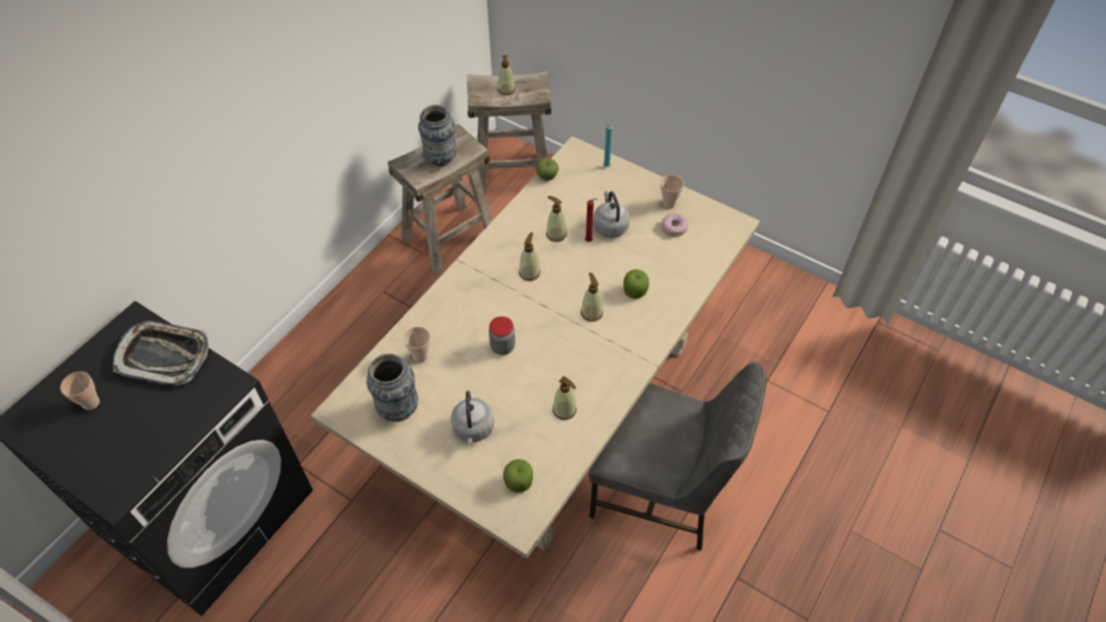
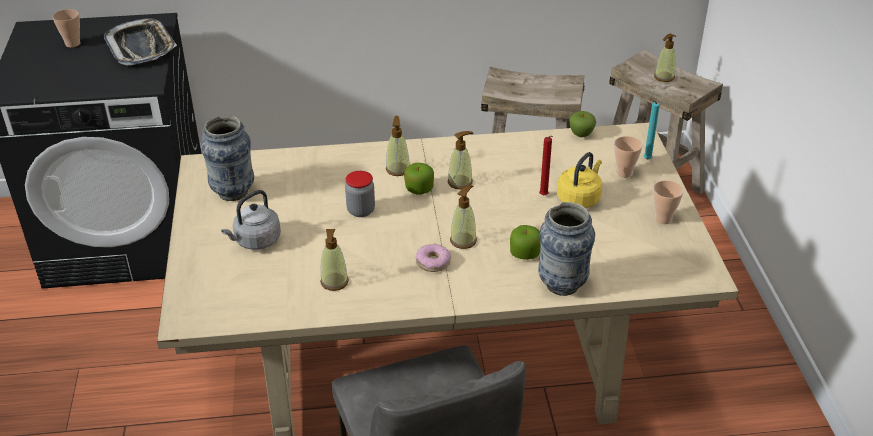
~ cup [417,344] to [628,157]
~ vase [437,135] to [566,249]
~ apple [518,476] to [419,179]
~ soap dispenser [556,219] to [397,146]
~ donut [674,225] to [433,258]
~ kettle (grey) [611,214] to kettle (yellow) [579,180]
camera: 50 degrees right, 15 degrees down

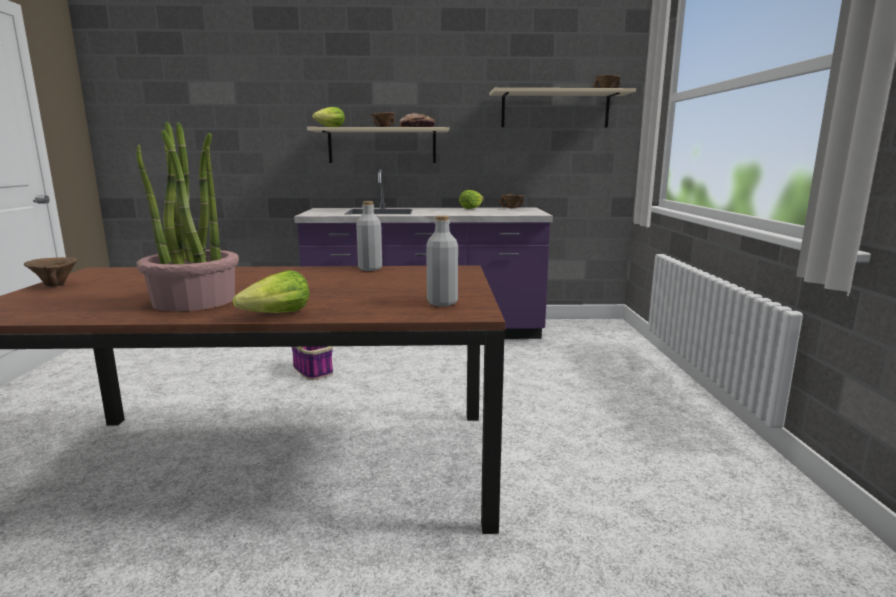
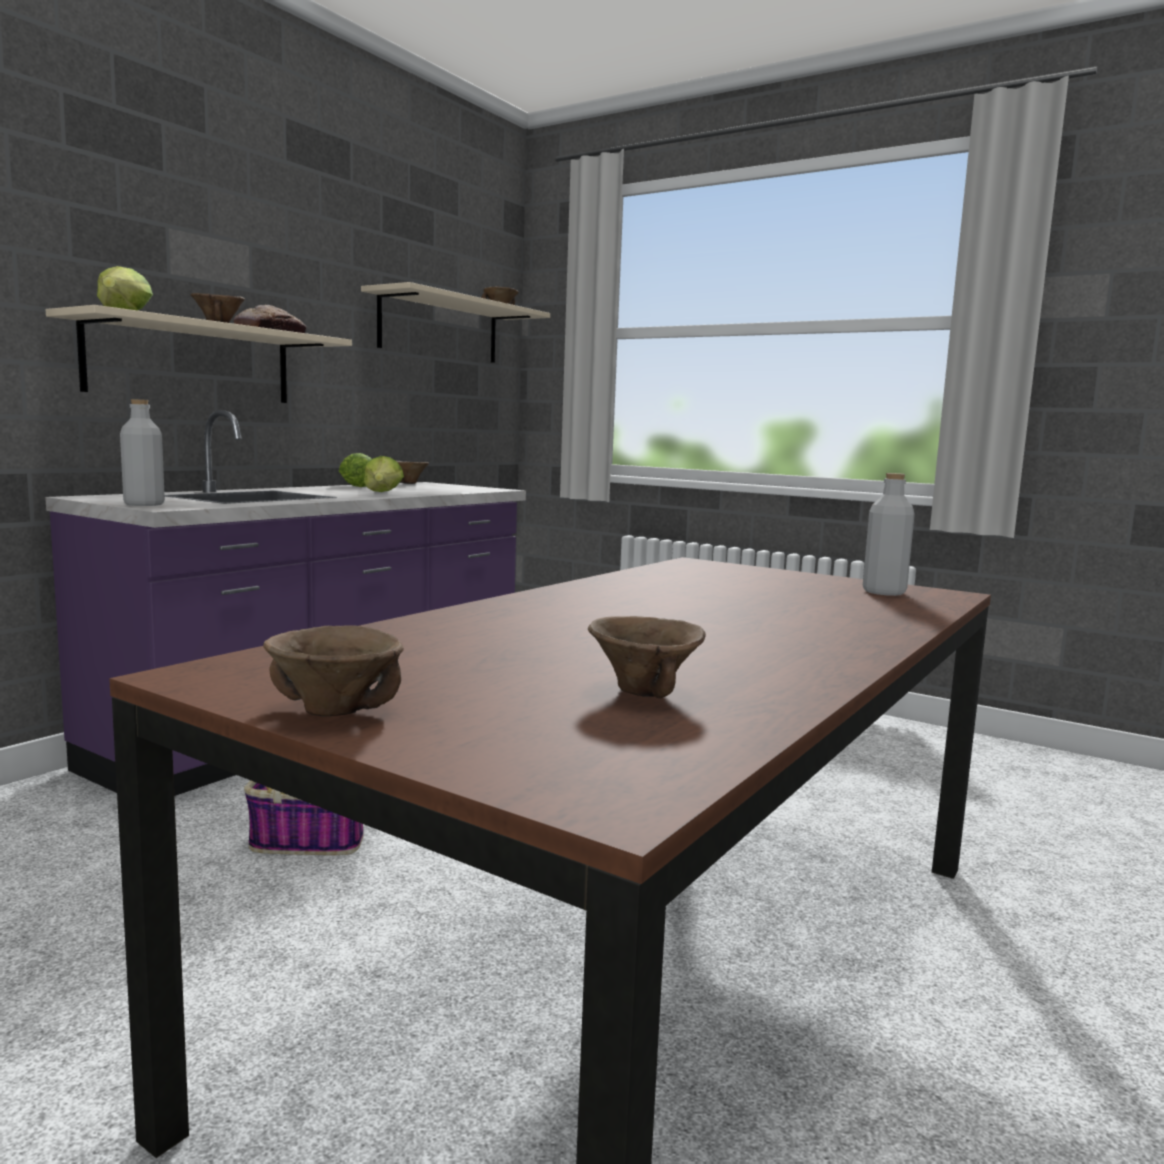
- potted plant [187,216]
+ bowl (brown) [647,657]
~ lettuce [270,291] to [384,474]
~ bottle (grey) [369,236] to [142,452]
camera: 55 degrees left, 5 degrees down

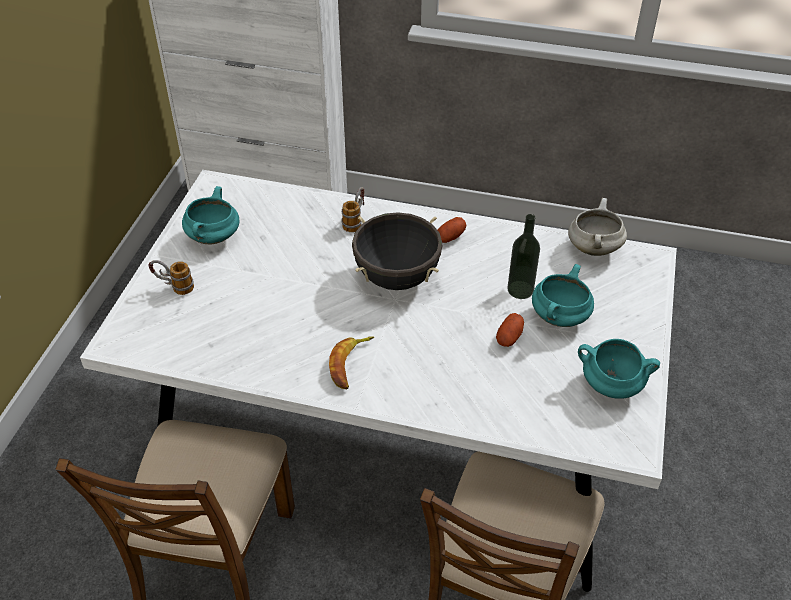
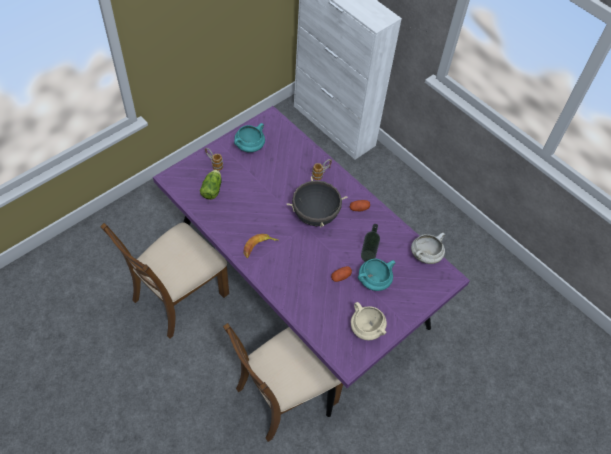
+ lettuce [211,185]
~ dining table (white) [378,381] to dining table (purple) [311,261]
~ cooking pot (turquoise) [619,369] to cooking pot (beige) [369,321]
camera: 30 degrees right, 10 degrees up

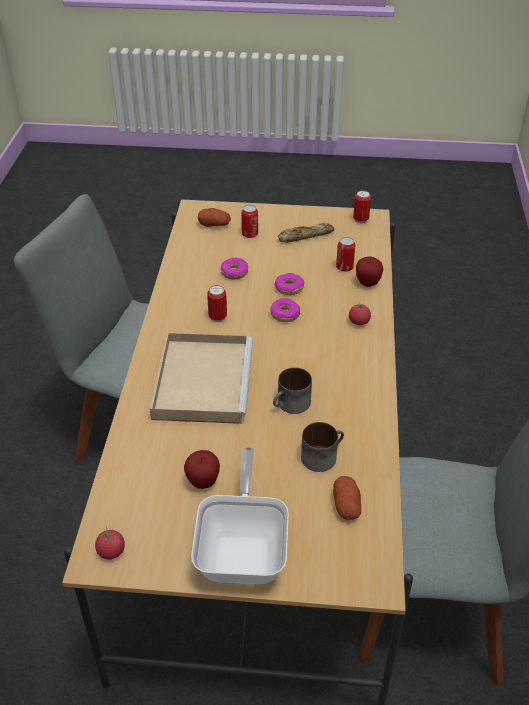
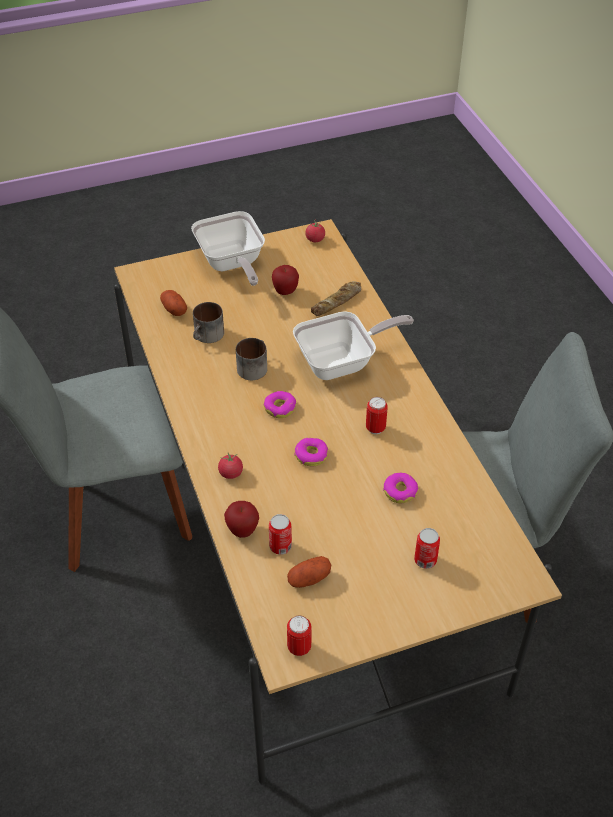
~ potato [214,217] to [309,572]
~ donut [289,284] to [280,404]
~ bread [306,233] to [336,298]
~ tray (beige) [201,378] to frying pan [353,345]
camera: 155 degrees right, 5 degrees up

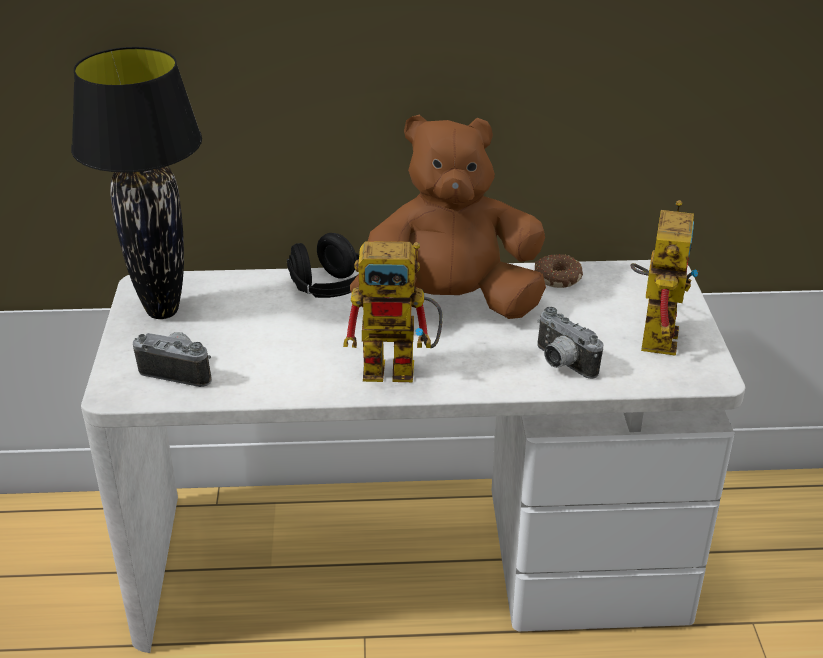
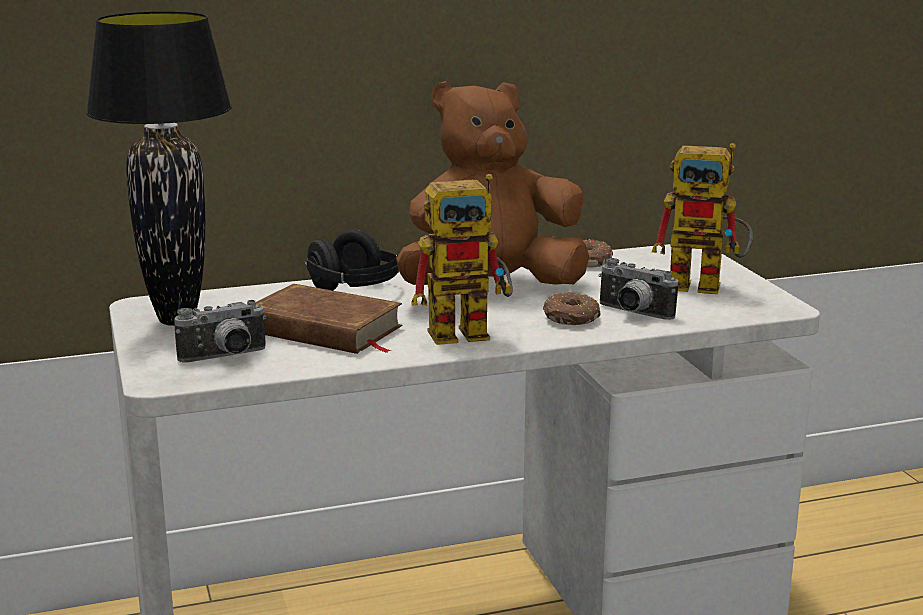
+ book (brown) [328,319]
+ donut [572,308]
~ photo camera [172,359] = [220,331] 150 degrees clockwise
~ toy robot [664,278] = [702,218] 105 degrees clockwise
camera: 15 degrees left, 15 degrees down

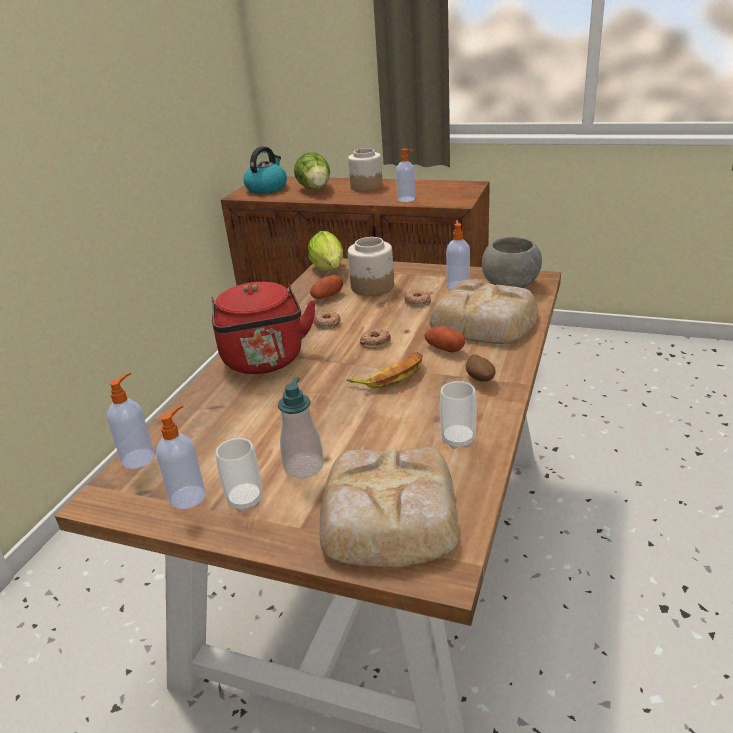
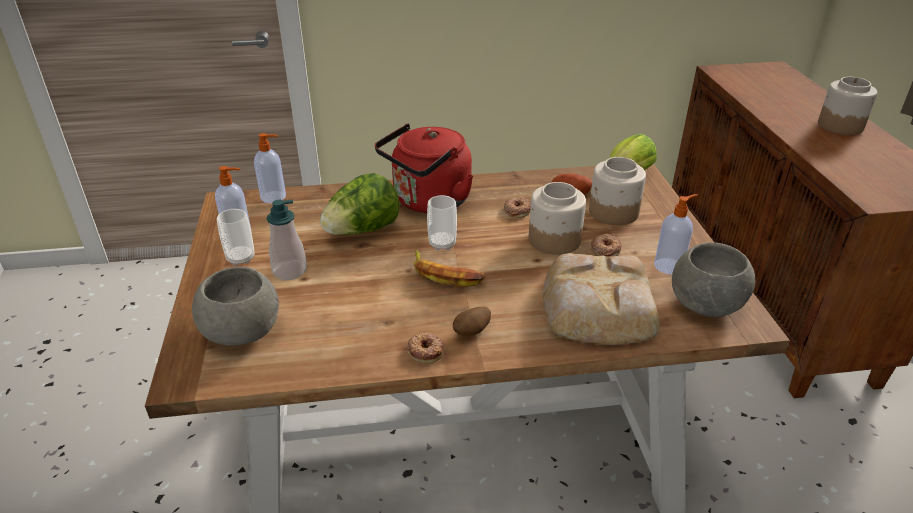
- kettle [265,170]
- soap dispenser [405,175]
- potato [444,339]
+ jar [557,218]
~ lettuce [312,171] to [360,204]
~ donut [375,338] to [425,348]
~ cup [458,415] to [442,222]
~ bread [389,507] to bowl (grey) [235,306]
camera: 60 degrees right, 5 degrees up

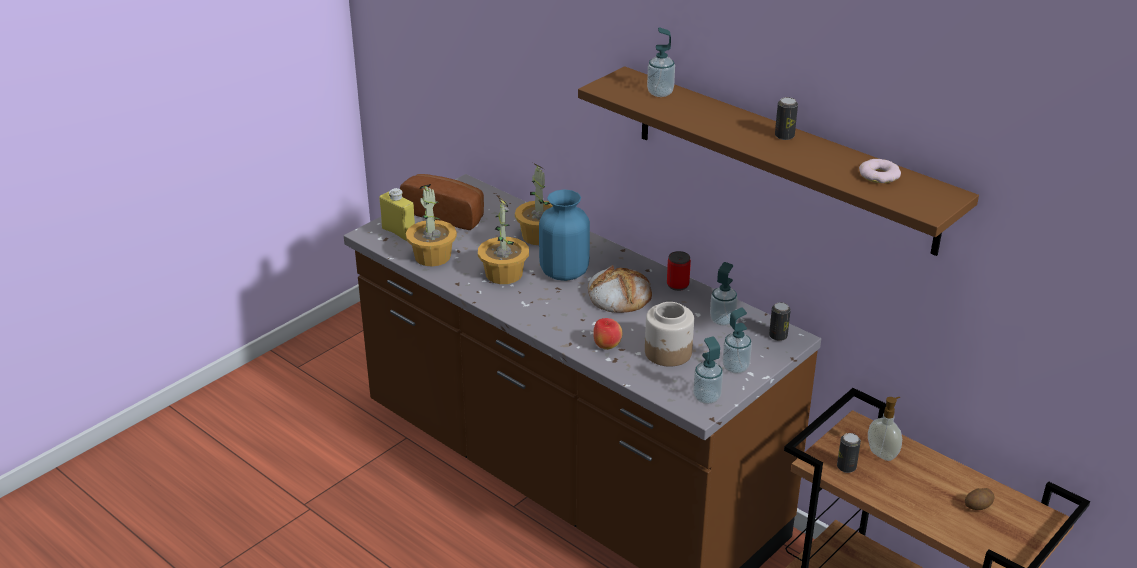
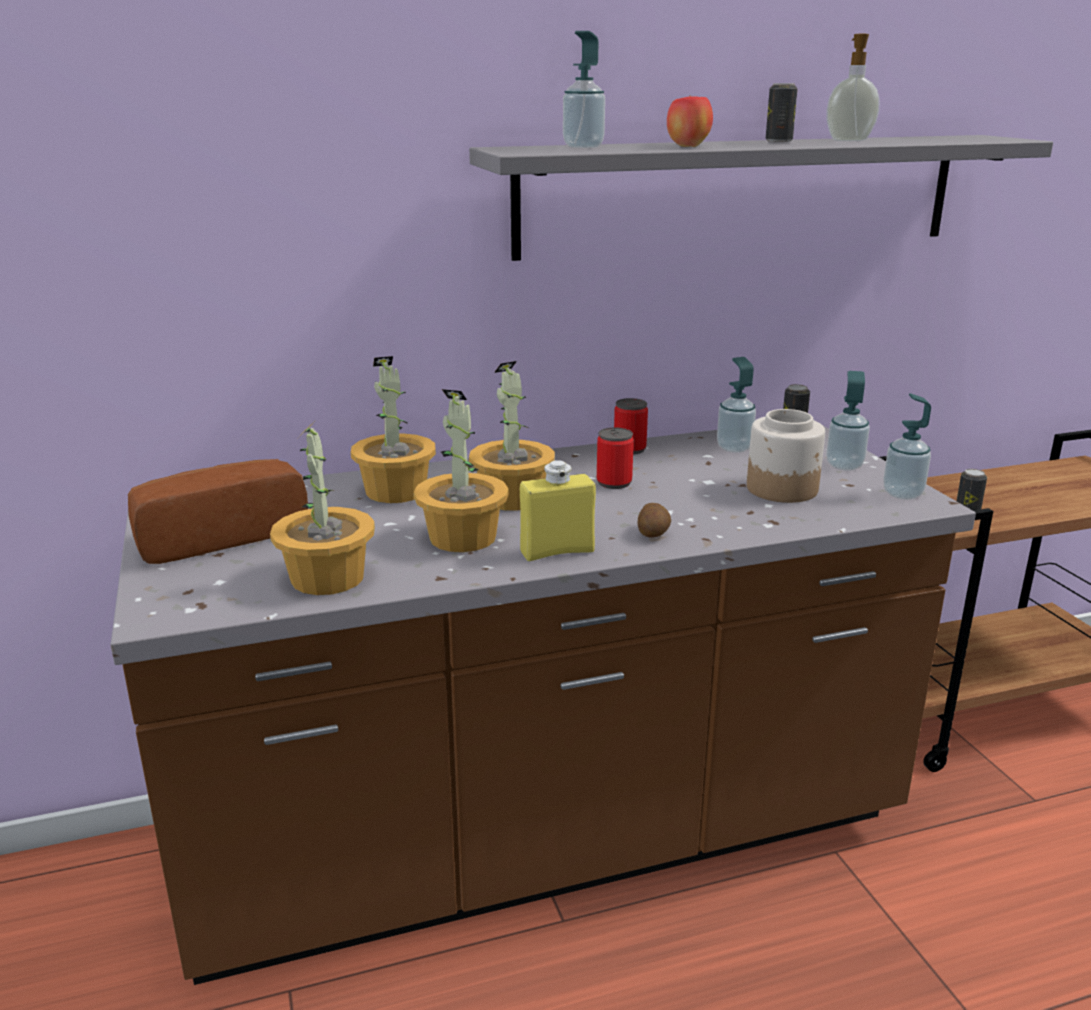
- donut [880,171]
~ bottle (yellow) [397,214] to [558,510]
~ apple [608,334] to [690,121]
~ soap dispenser [885,429] to [853,87]
~ potato [979,499] to [654,520]
~ vase (blue) [564,235] to potted plant [512,436]
~ bread [620,289] to can [615,458]
~ shelf (brown) [778,161] to shelf (grey) [761,198]
camera: 60 degrees left, 10 degrees down

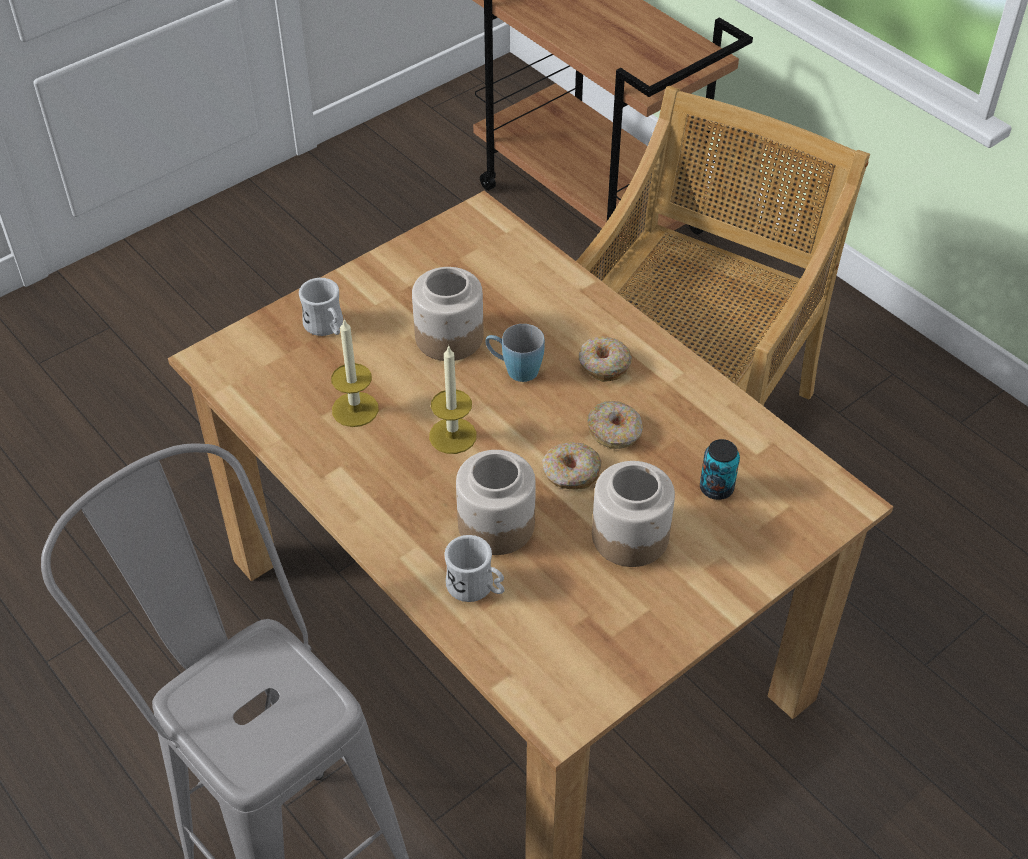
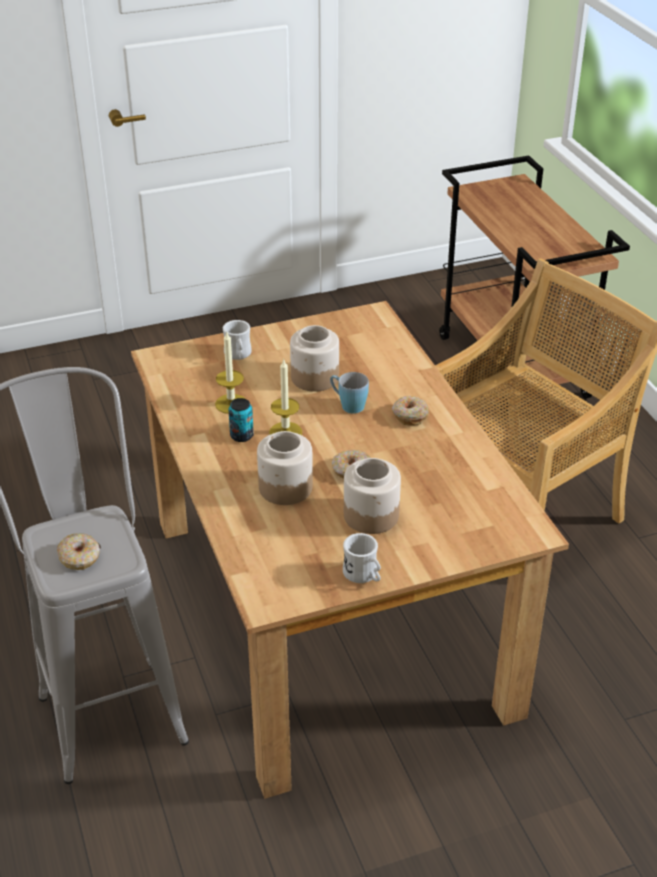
~ mug (white) [474,568] to [362,558]
~ donut [615,425] to [78,551]
~ can [720,469] to [241,420]
camera: 20 degrees right, 10 degrees down

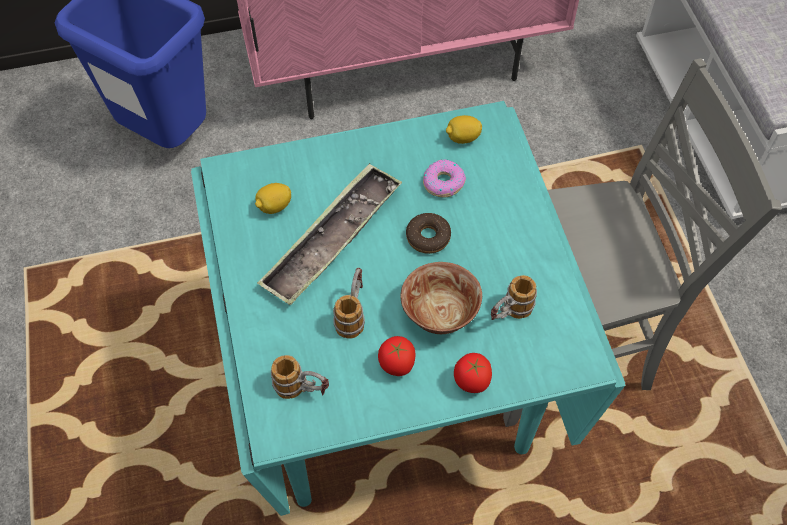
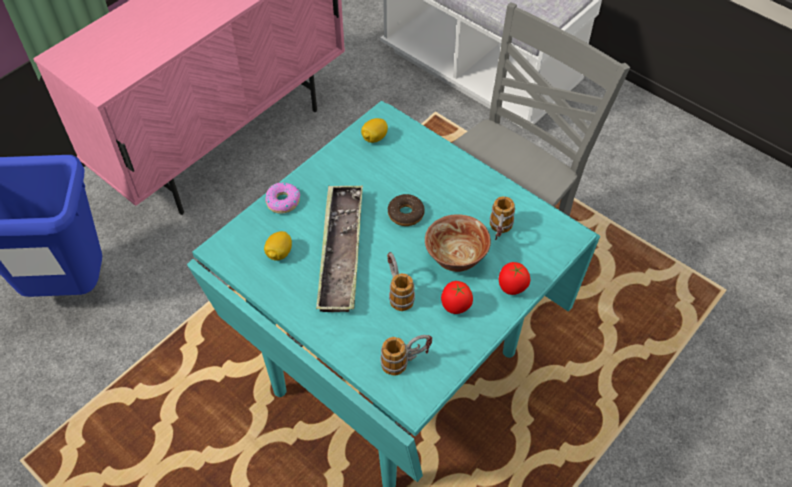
~ donut [444,178] to [282,198]
camera: 35 degrees left, 5 degrees down

